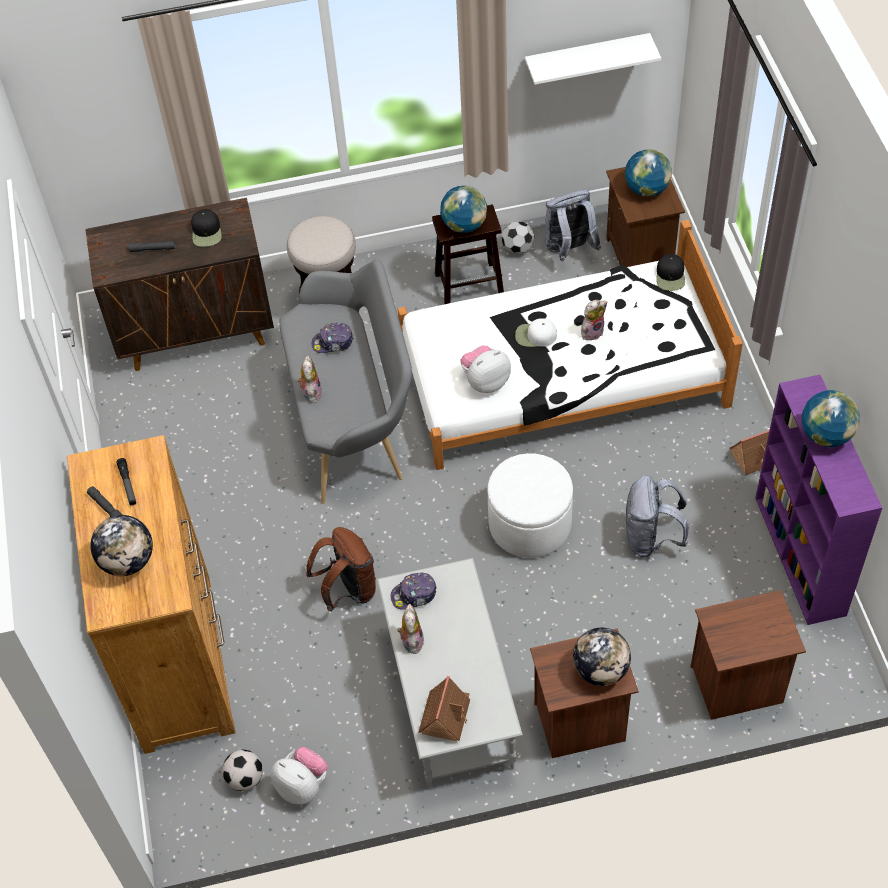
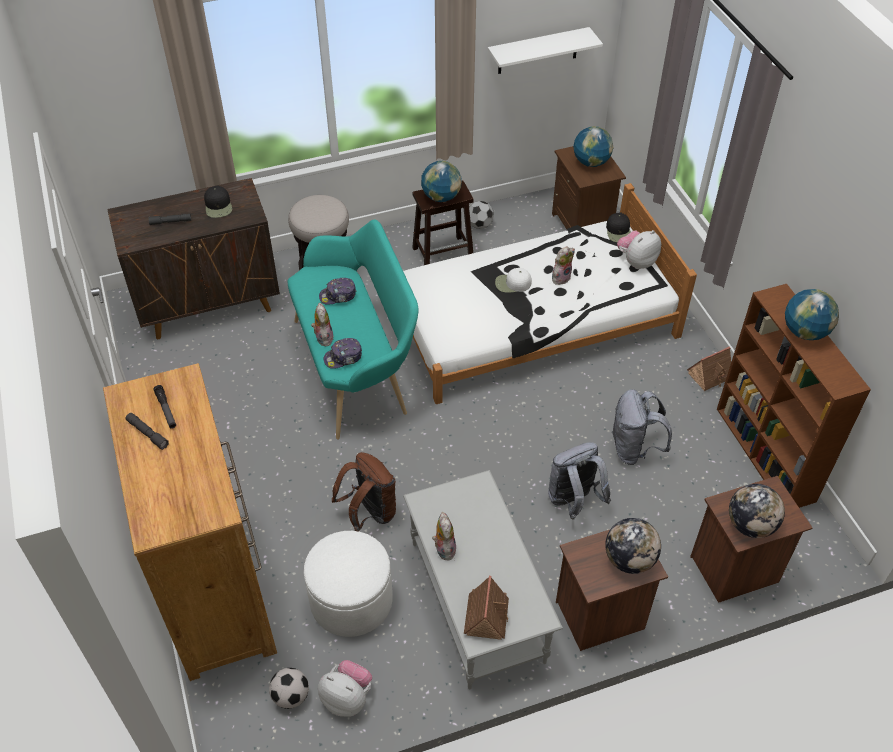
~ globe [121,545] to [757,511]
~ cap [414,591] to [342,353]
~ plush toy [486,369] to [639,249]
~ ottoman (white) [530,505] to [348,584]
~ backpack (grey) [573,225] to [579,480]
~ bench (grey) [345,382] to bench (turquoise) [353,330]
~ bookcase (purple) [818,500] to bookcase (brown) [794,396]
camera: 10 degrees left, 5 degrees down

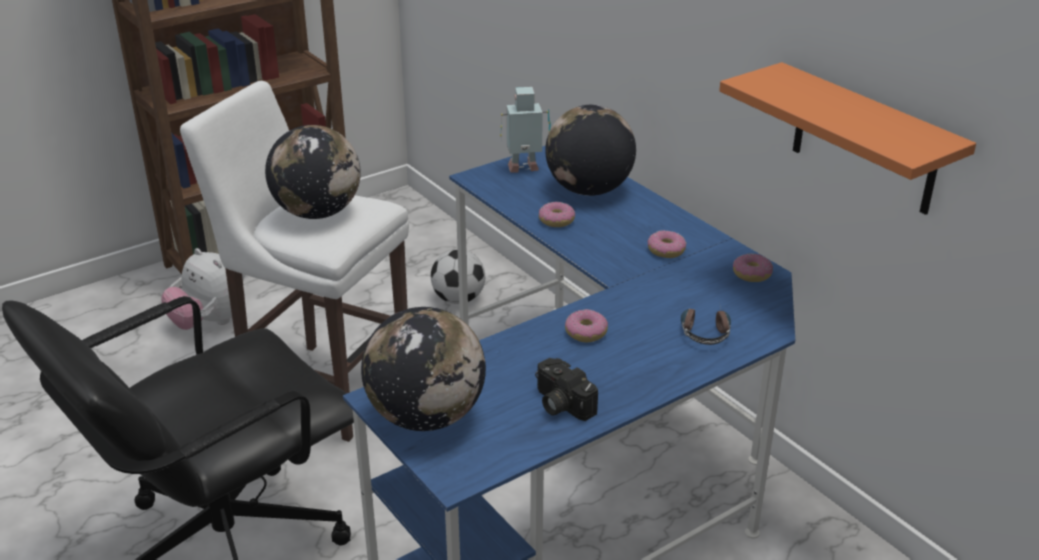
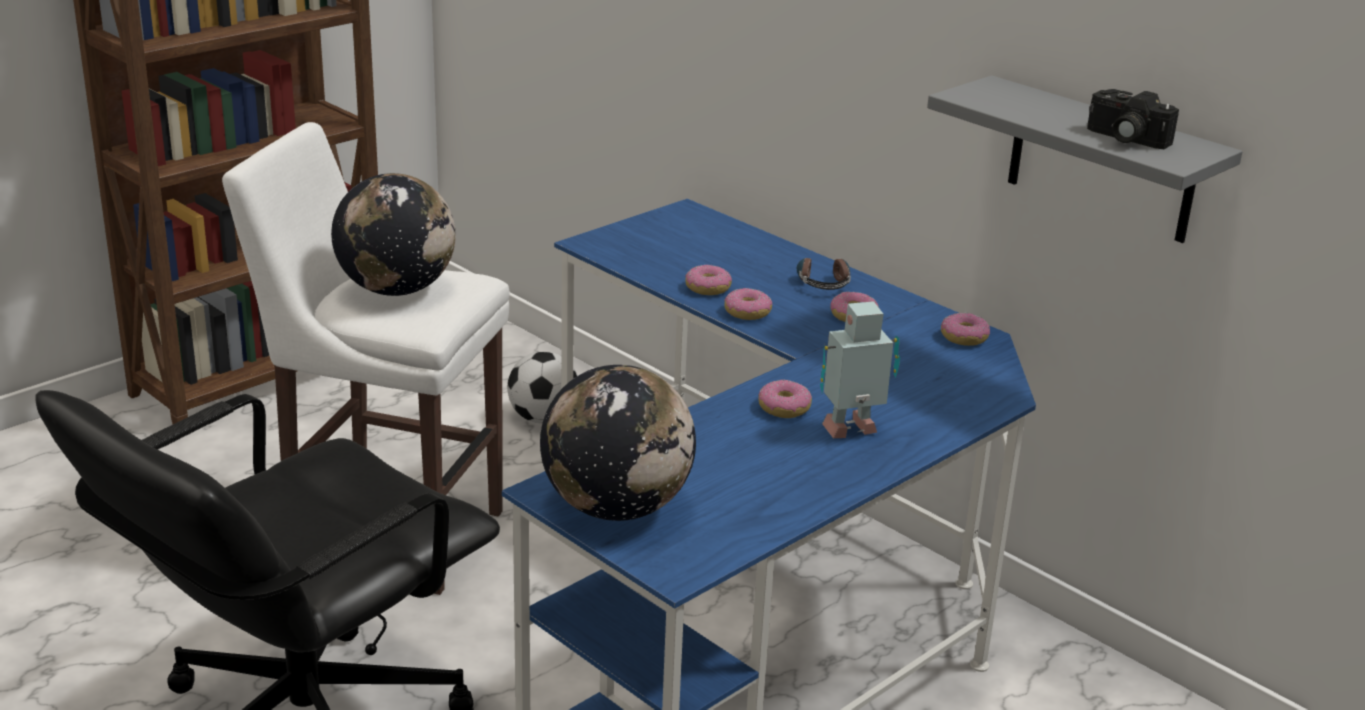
- plush toy [203,289]
- globe [590,150]
+ donut [748,304]
~ toy robot [525,130] to [860,369]
~ photo camera [566,389] to [1133,119]
~ headphones [706,326] to [824,274]
~ shelf (orange) [847,138] to shelf (grey) [1084,159]
camera: 10 degrees left, 5 degrees down

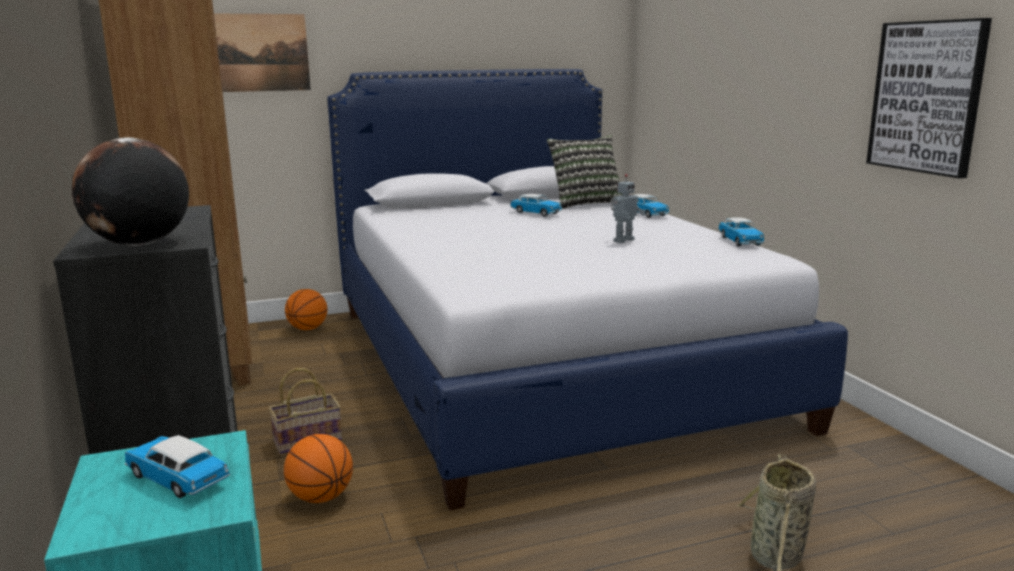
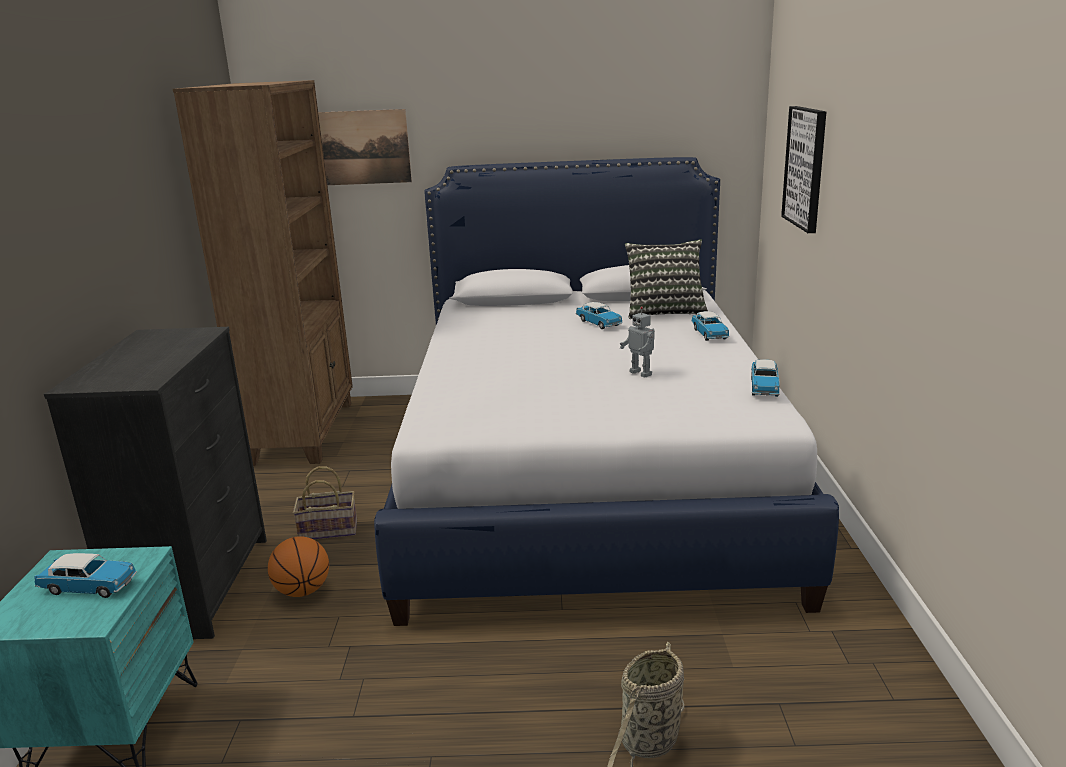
- globe [130,191]
- basketball [306,309]
~ picture [929,98] to [803,169]
~ toy car [177,466] = [85,575] 135 degrees clockwise
~ toy robot [628,208] = [637,342] 75 degrees clockwise
camera: 20 degrees right, 5 degrees up

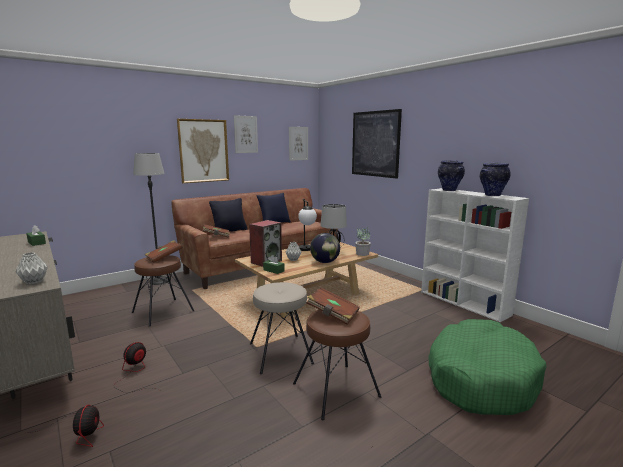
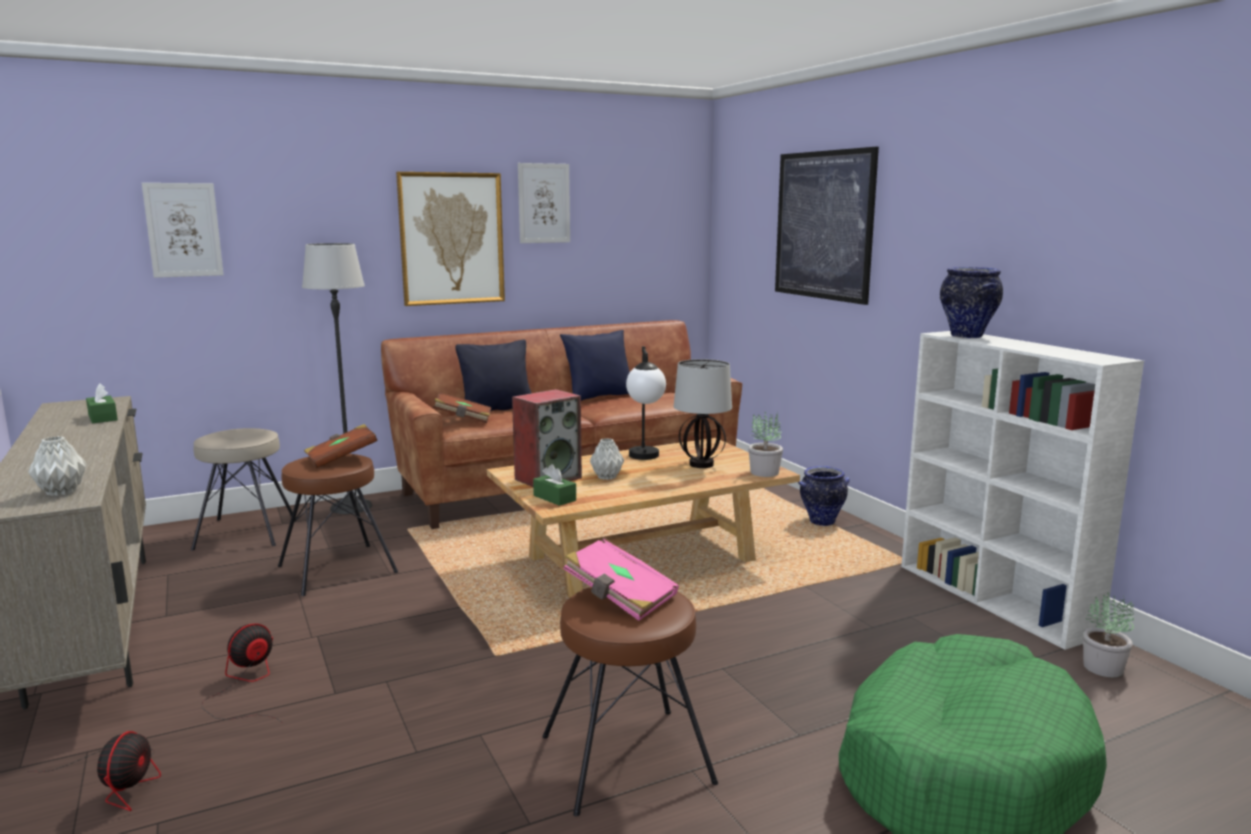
- globe [325,248]
+ potted plant [1108,635]
~ stool (beige) [282,328] to [242,489]
~ picture [298,144] to [183,230]
~ vase [495,179] to [824,496]
~ book (brown) [333,306] to book (pink) [621,579]
camera: 10 degrees right, 0 degrees up

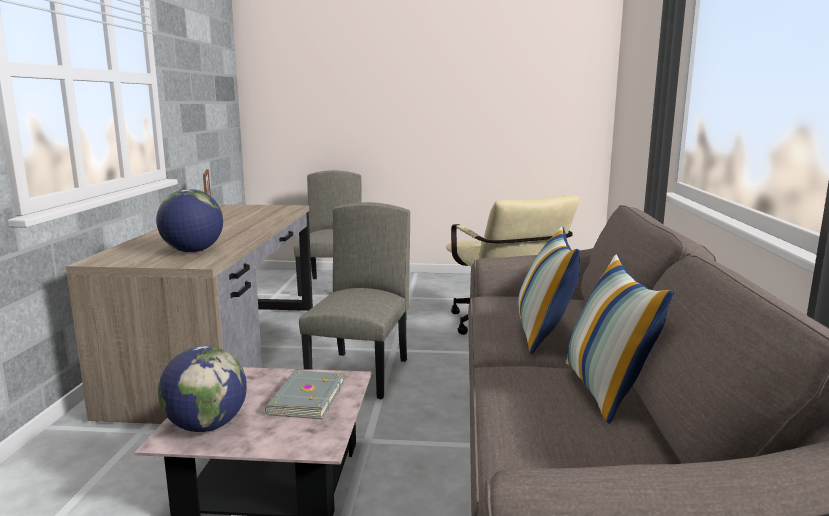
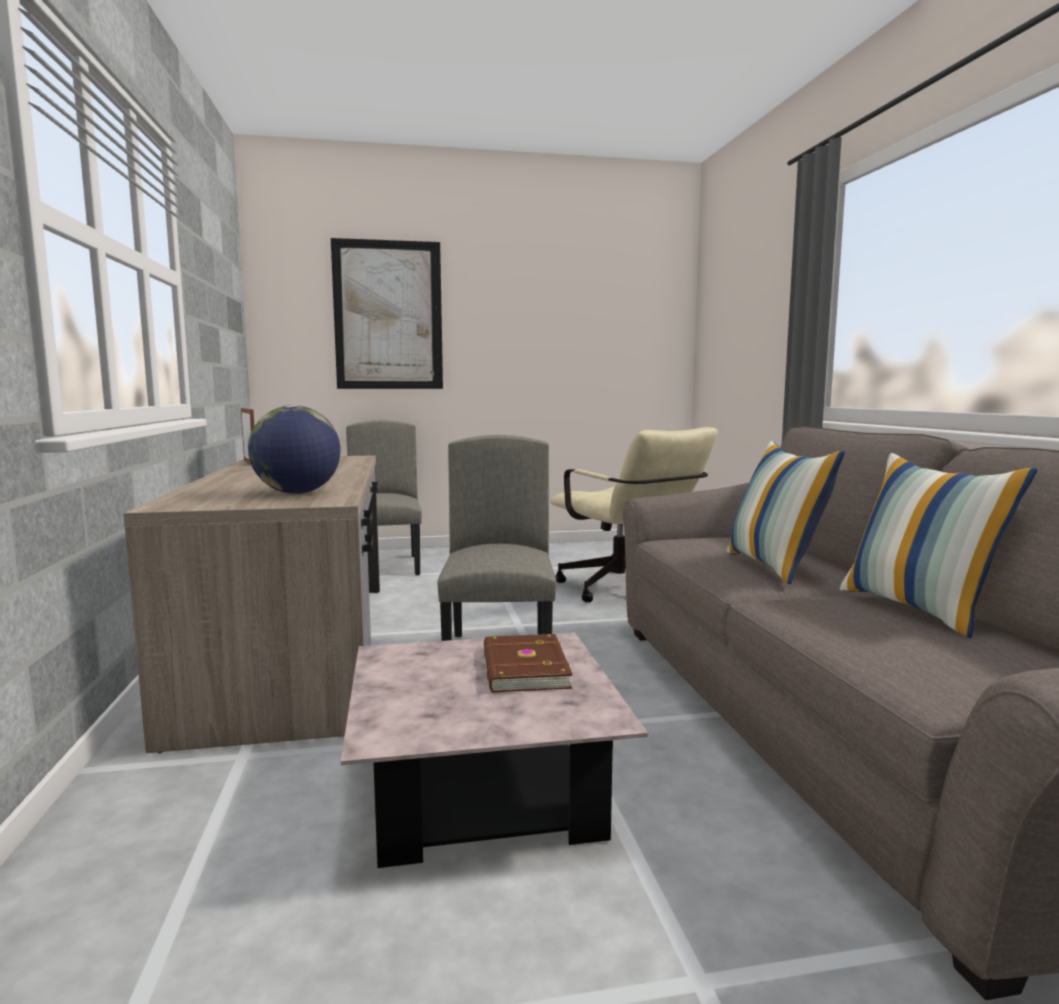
- globe [202,389]
+ picture [387,313]
~ book (grey) [305,394] to book (brown) [528,663]
camera: 15 degrees left, 5 degrees down

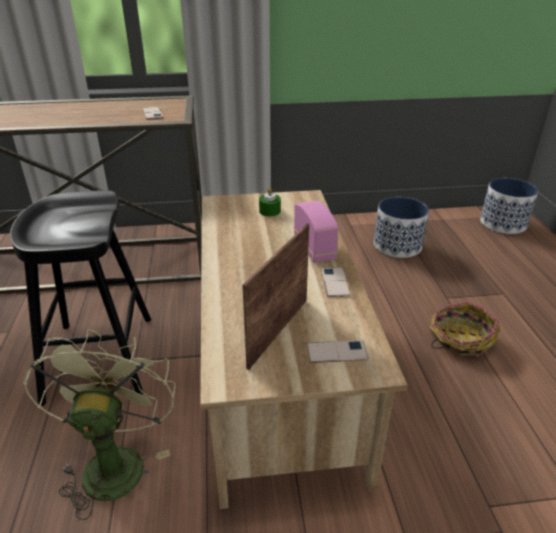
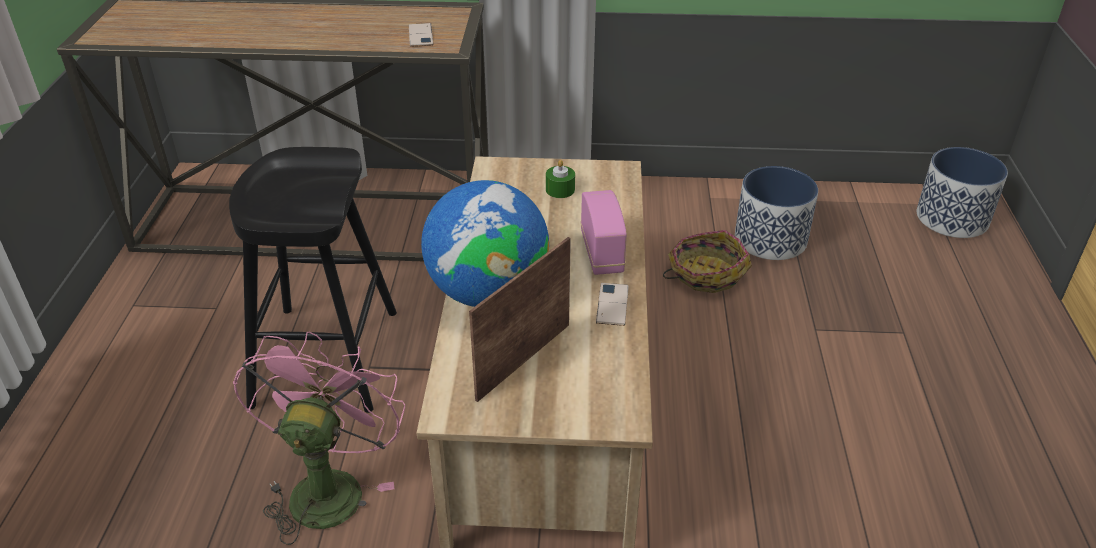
- phone [337,351]
+ globe [485,243]
~ basket [465,329] to [707,261]
~ fan (green) [99,424] to fan (pink) [319,438]
camera: 10 degrees right, 5 degrees up

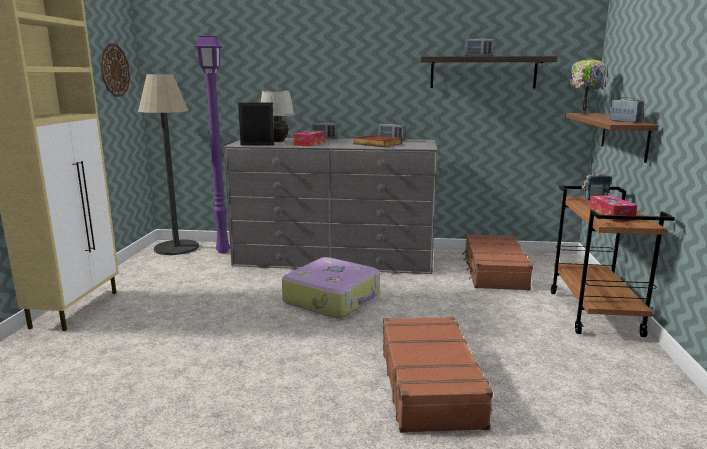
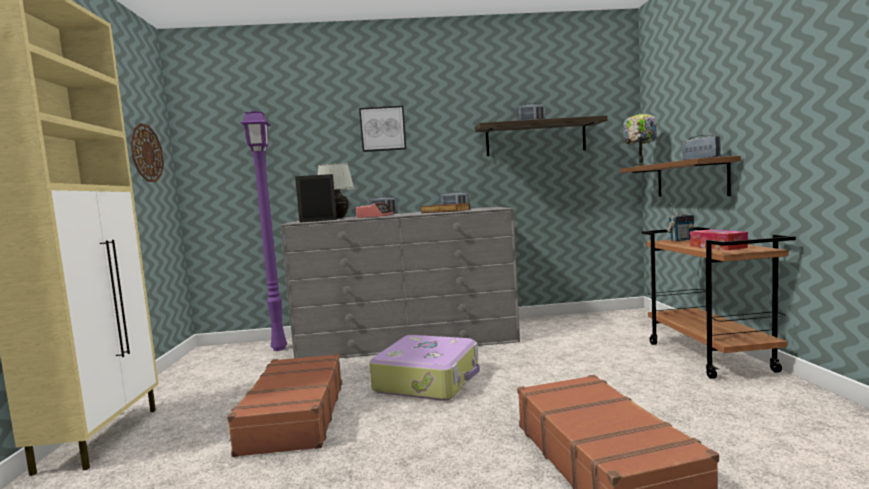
- floor lamp [168,164]
+ picture [382,129]
~ suitcase (brown) [497,262] to [284,405]
~ tissue box [309,139] to alarm clock [374,210]
camera: 10 degrees left, 10 degrees down

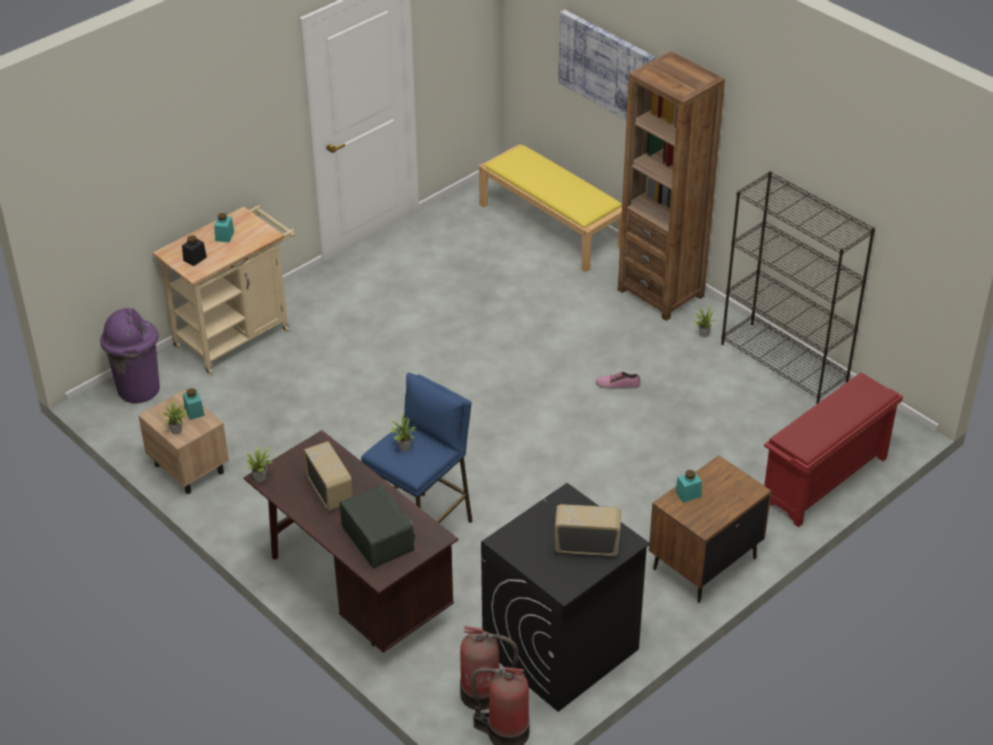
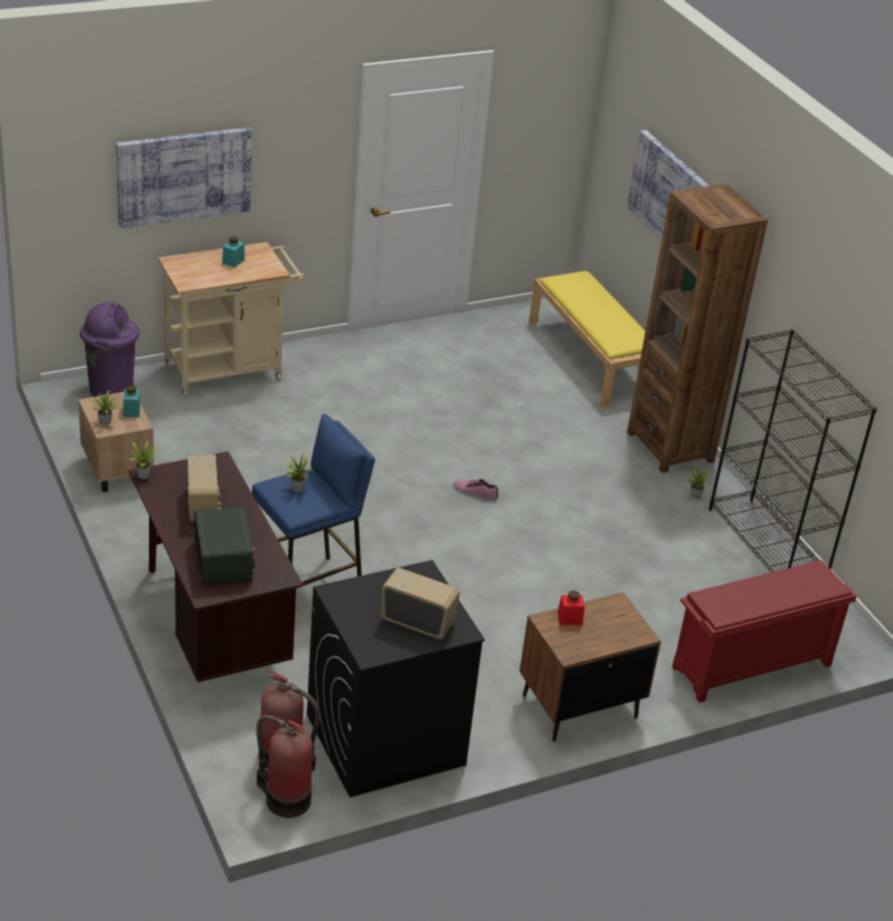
- jar (black) [194,250]
+ picture [184,177]
~ shoe [618,380] to [476,489]
~ jar (turquoise) [688,486] to jar (red) [571,607]
camera: 15 degrees right, 5 degrees down

